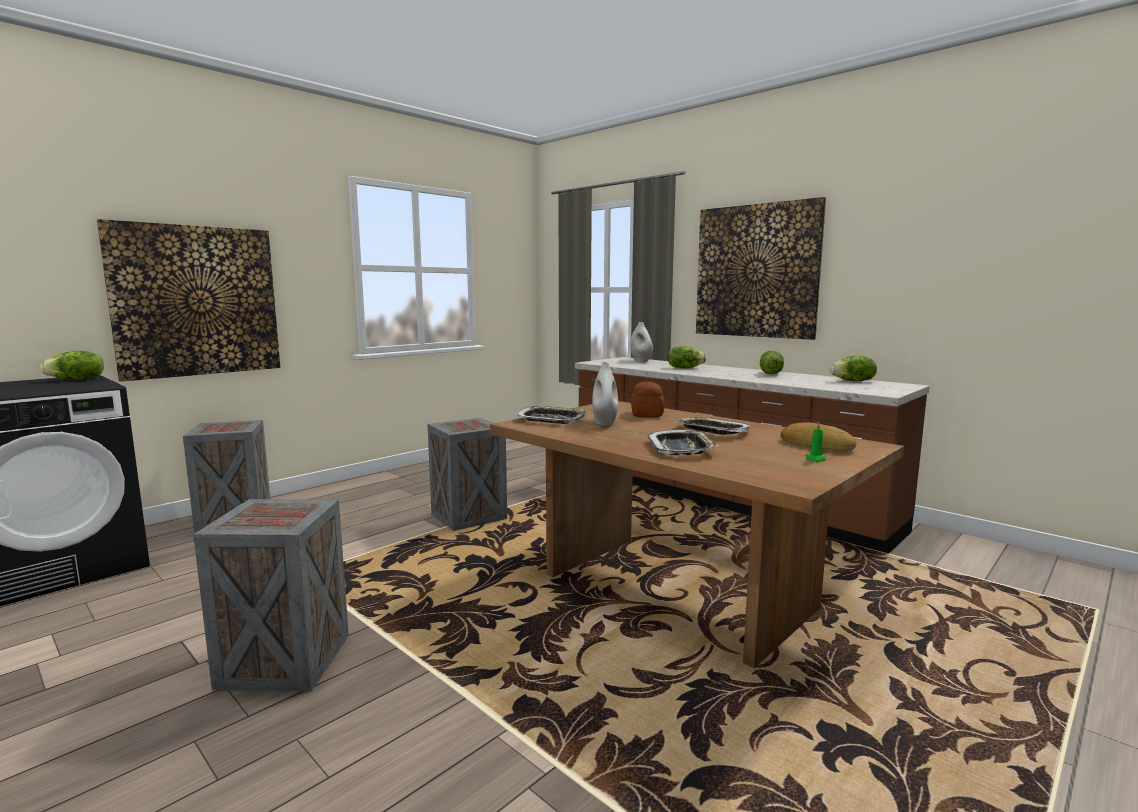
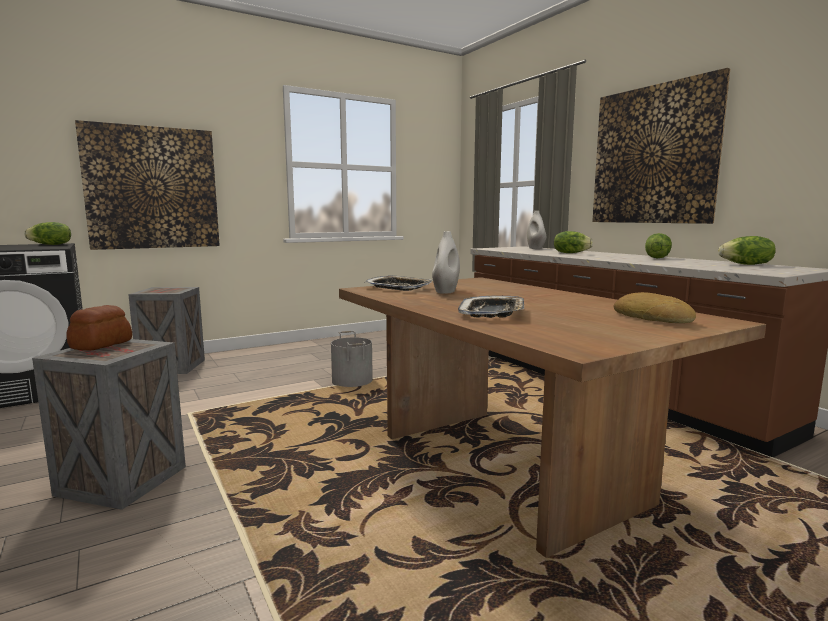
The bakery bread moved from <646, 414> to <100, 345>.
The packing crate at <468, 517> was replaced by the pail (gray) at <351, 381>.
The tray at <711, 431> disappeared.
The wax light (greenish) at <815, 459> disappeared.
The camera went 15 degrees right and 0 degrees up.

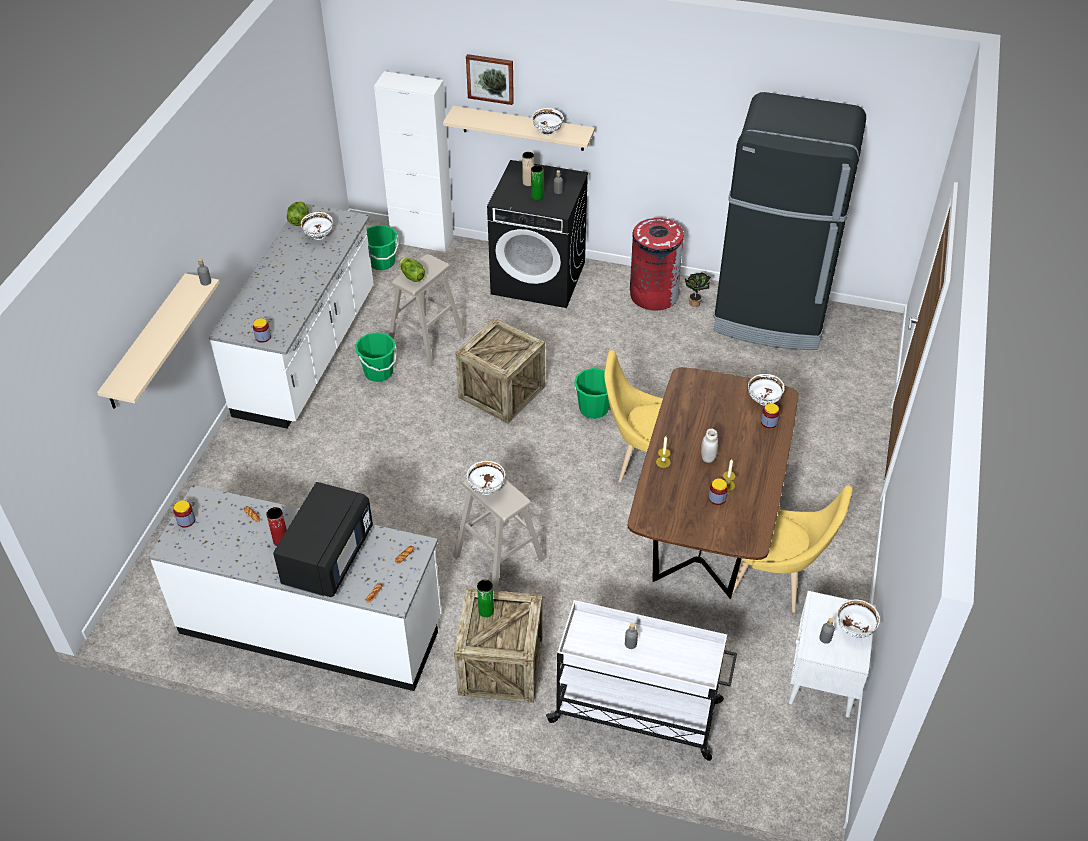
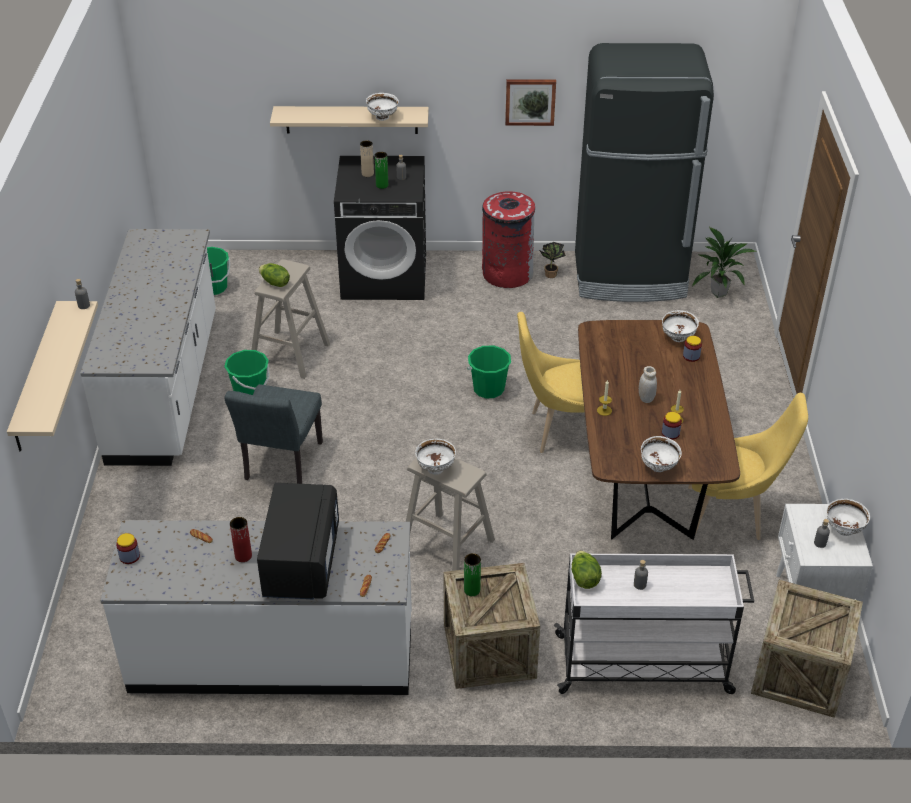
The upright chair (gray) at <281, 465> appeared.
The picture moved from <490, 78> to <530, 101>.
The head of lettuce moved from <299, 220> to <584, 578>.
The serving bowl (white) moved from <319, 236> to <659, 467>.
The houseplant at <718, 293> appeared.
The packing crate moved from <501, 392> to <799, 673>.
The preserve jar at <263, 337> disappeared.
The cupboard (white) at <422, 240> disappeared.
The camera went 15 degrees left and 5 degrees down.

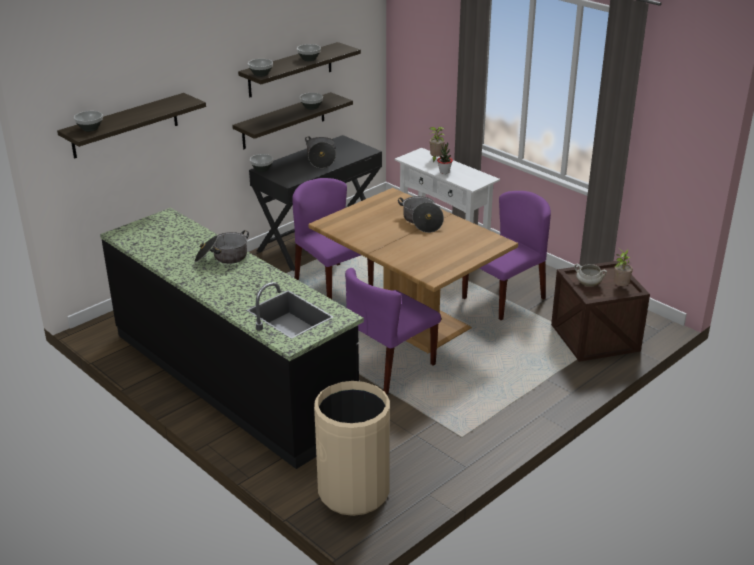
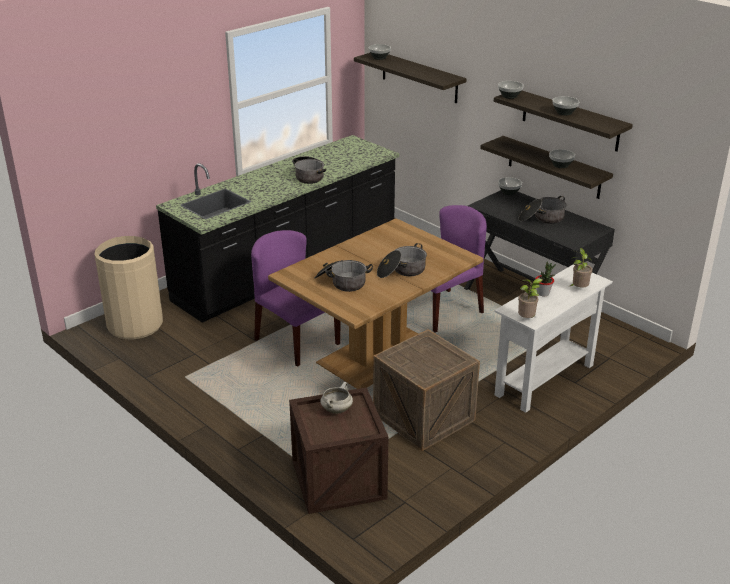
The cooking pot at <341, 282> appeared.
The upright chair (purplish) at <503, 298> was replaced by the packing crate at <424, 417>.
The houseplant moved from <620, 287> to <527, 319>.
The camera went 90 degrees right and 0 degrees up.

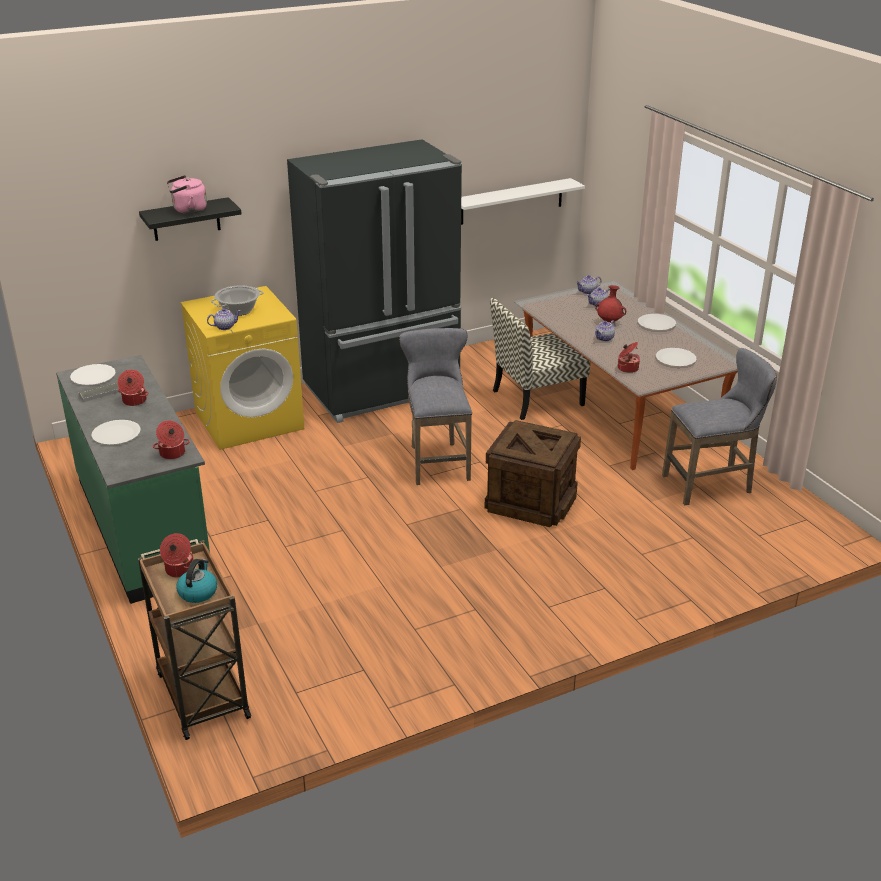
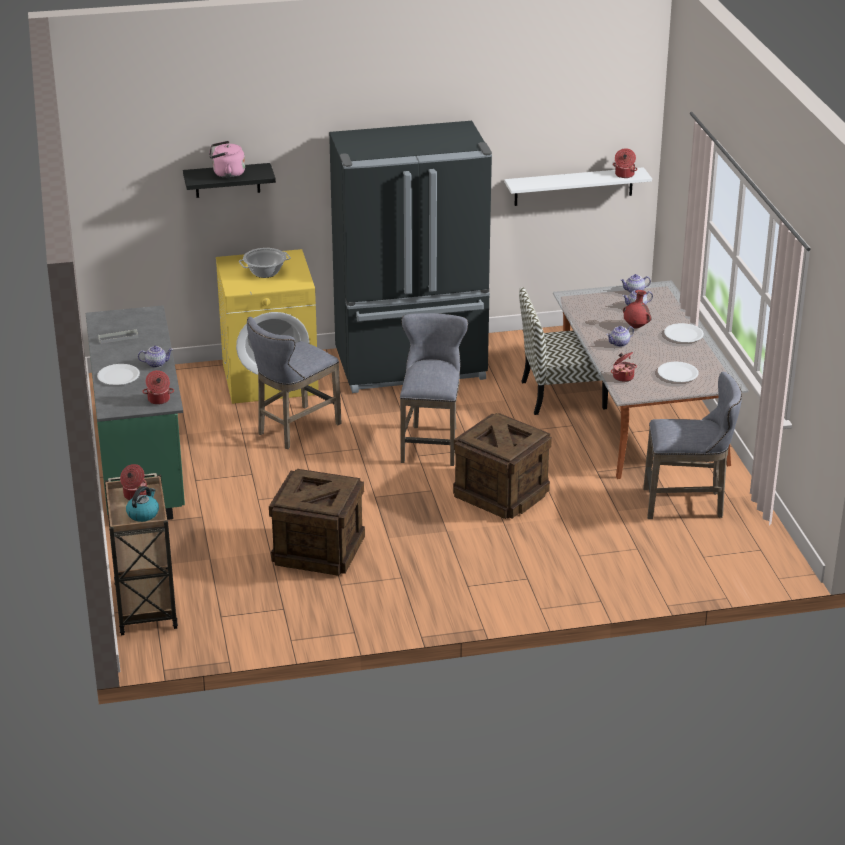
The teapot moved from <225, 327> to <156, 364>.
The stool seat (gray) at <294, 430> appeared.
The packing crate at <319, 550> appeared.
The cooking pot moved from <134, 401> to <624, 175>.
The dinner plate (white) at <93, 376> disappeared.
The camera went 15 degrees right and 0 degrees up.

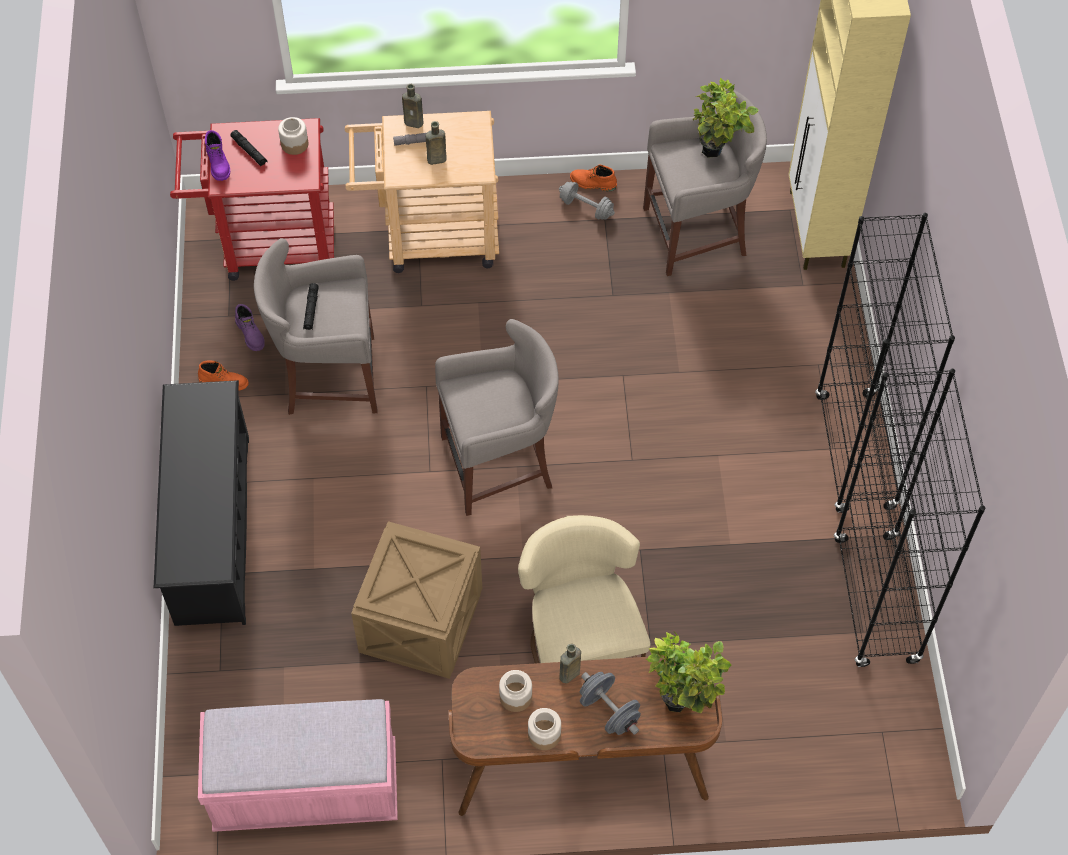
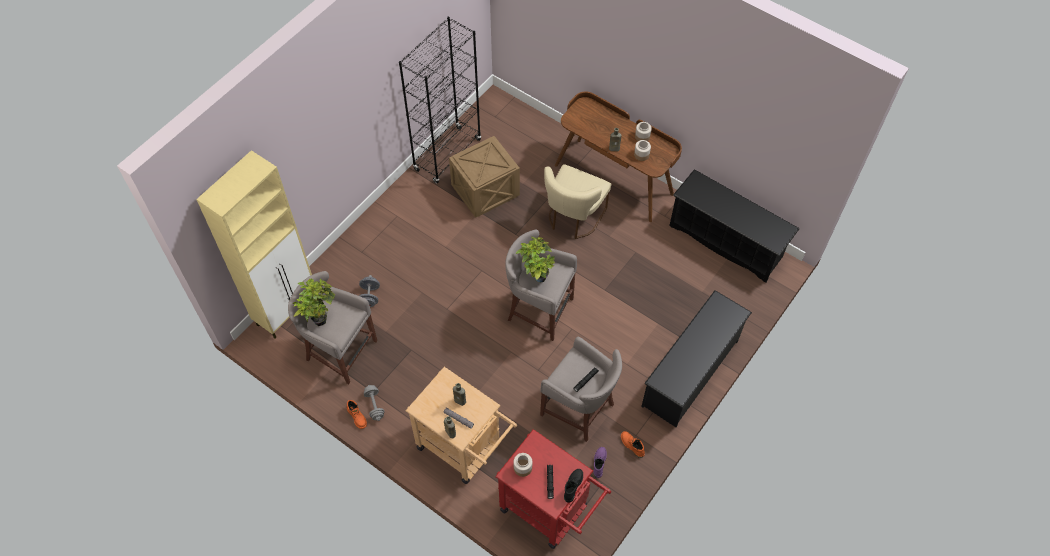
The hand weight (gray) moved from <609, 711> to <370, 297>.
The packing crate moved from <420, 623> to <486, 190>.
The houseplant moved from <683, 700> to <536, 276>.
The tall boot (purplish) at <219, 163> became the tall boot (black-coloured) at <572, 485>.
The long seat (pink) at <306, 788> was replaced by the shoe shelf (black-coloured) at <726, 241>.
The bookcase (black-coloured) at <855, 453> disappeared.
The camera went 140 degrees left and 0 degrees up.

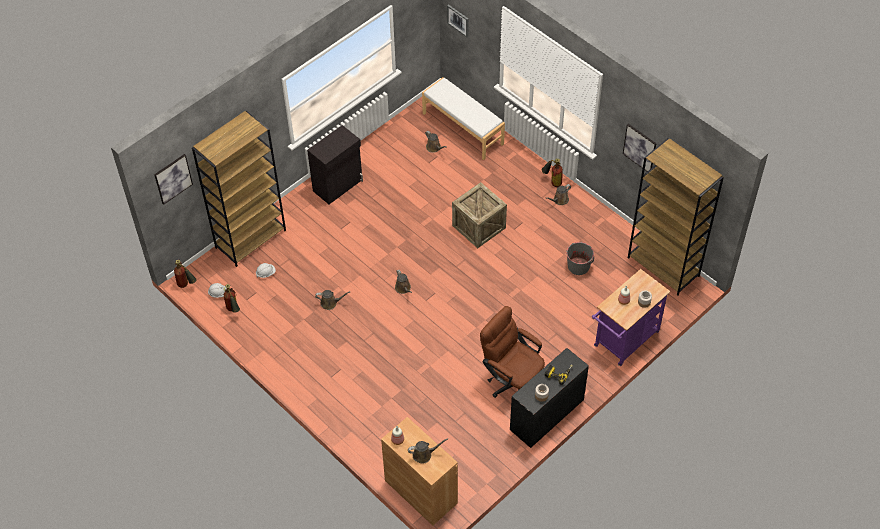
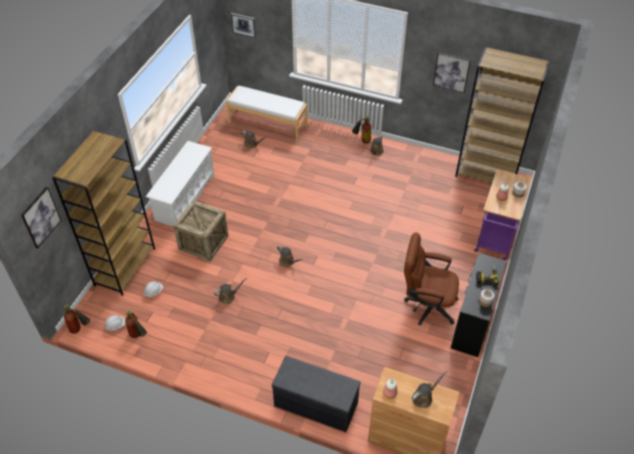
The cupboard (black-coloured) at <338, 185> was replaced by the shoe shelf (white) at <185, 197>.
The packing crate moved from <479, 227> to <203, 242>.
The long seat (gray) at <315, 404> appeared.
The pail (gray) at <579, 266> disappeared.
The camera went 25 degrees left and 5 degrees down.

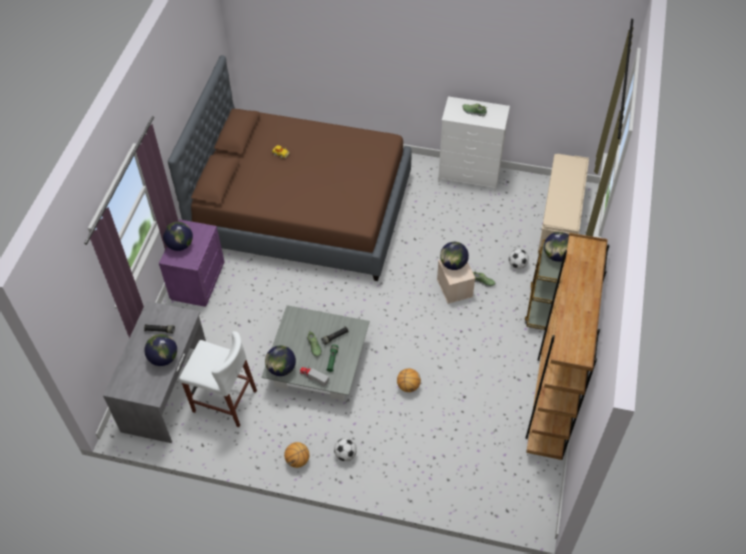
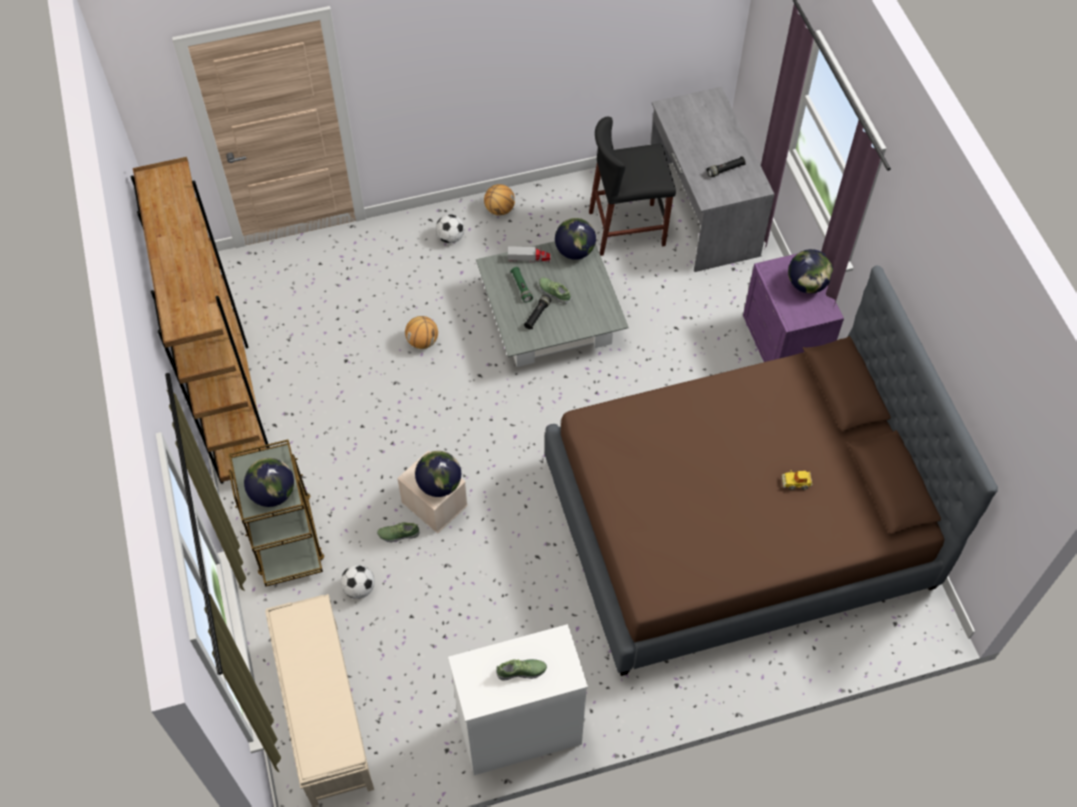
The stool seat (white) at <224, 401> became the stool seat (black-coloured) at <627, 228>.
The globe at <164, 358> disappeared.
The camera went 150 degrees right and 5 degrees up.

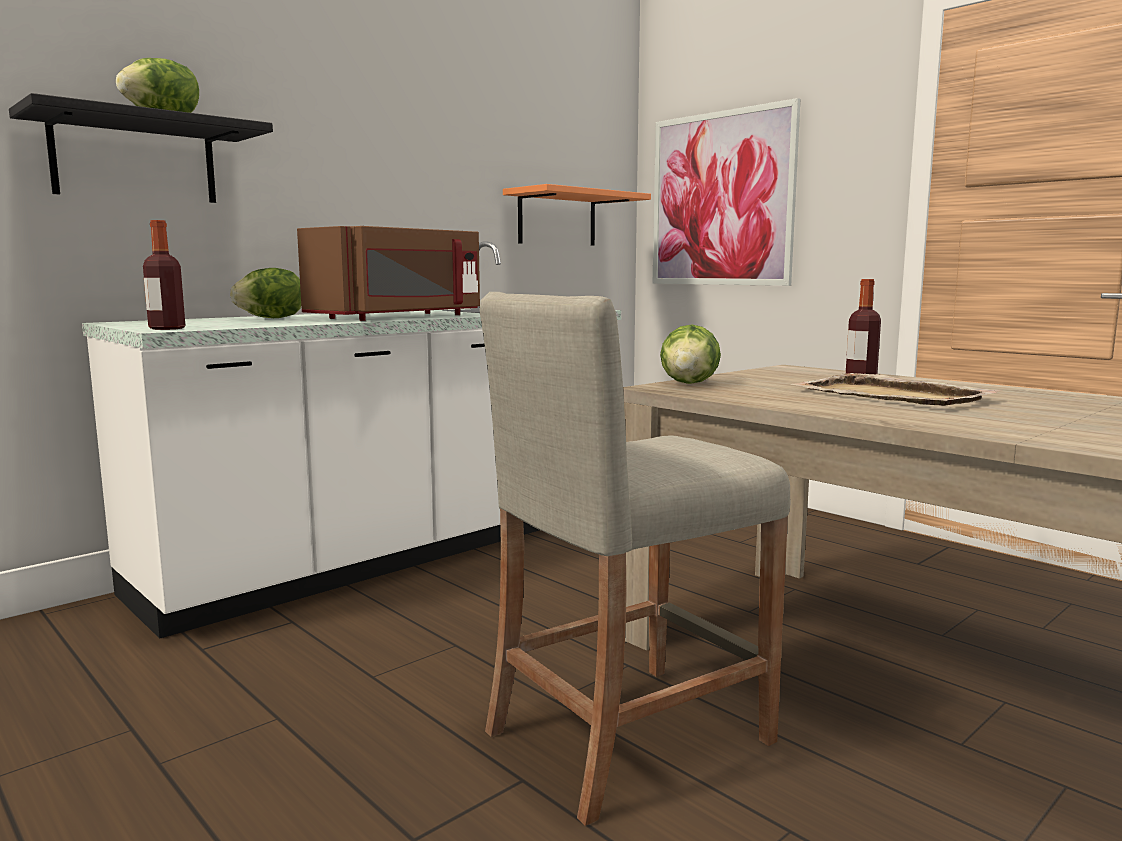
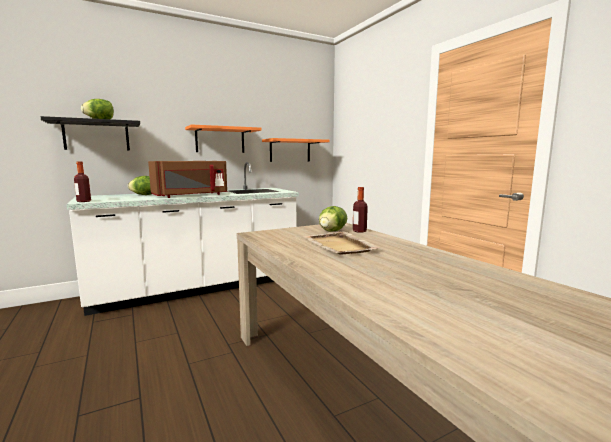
The bracket shelf (orange-coloured) at <220, 140> appeared.
The head of lettuce moved from <689, 384> to <332, 231>.
The stool seat (beige) at <627, 735> disappeared.
The picture at <721, 199> disappeared.
The camera went 15 degrees right and 0 degrees up.

